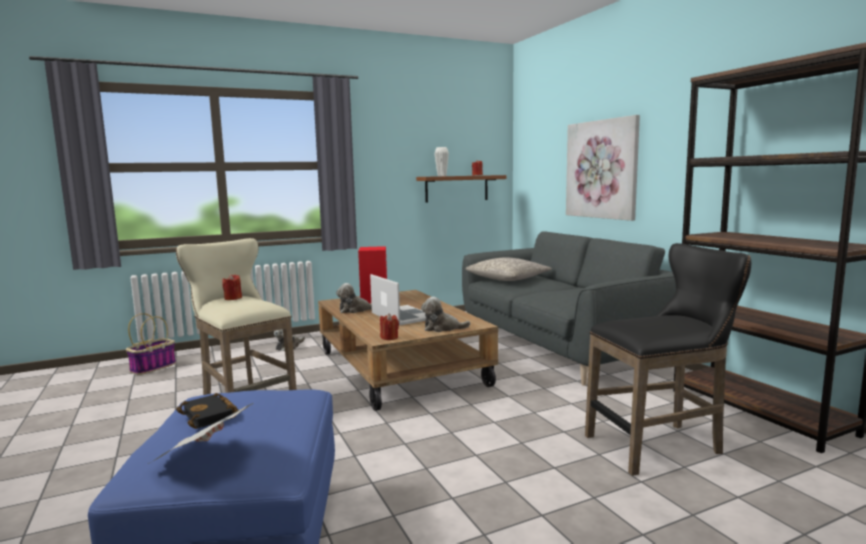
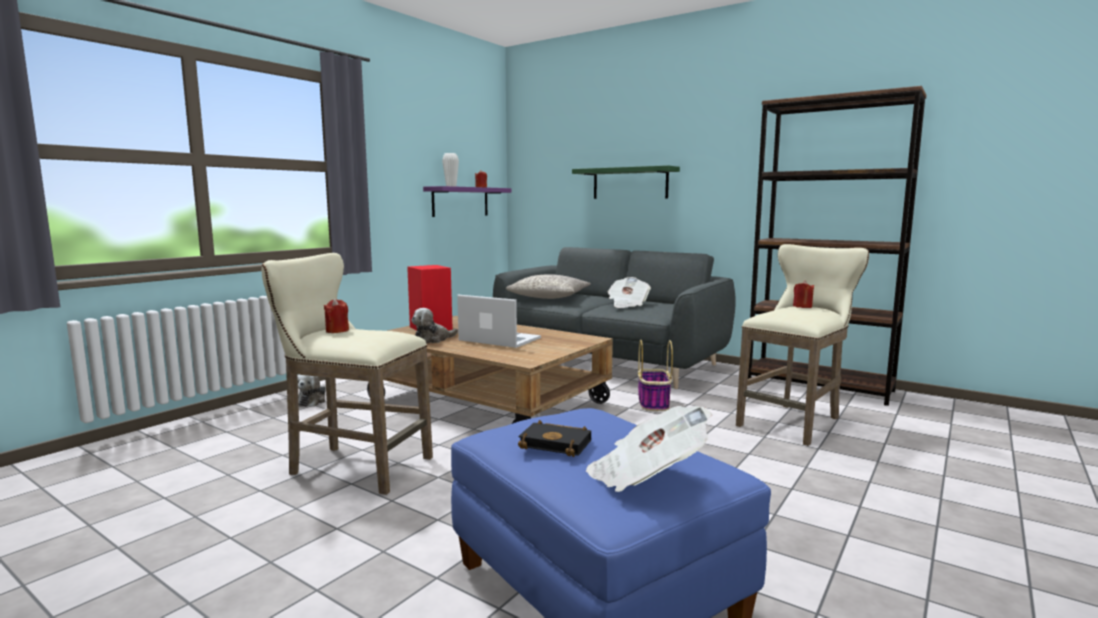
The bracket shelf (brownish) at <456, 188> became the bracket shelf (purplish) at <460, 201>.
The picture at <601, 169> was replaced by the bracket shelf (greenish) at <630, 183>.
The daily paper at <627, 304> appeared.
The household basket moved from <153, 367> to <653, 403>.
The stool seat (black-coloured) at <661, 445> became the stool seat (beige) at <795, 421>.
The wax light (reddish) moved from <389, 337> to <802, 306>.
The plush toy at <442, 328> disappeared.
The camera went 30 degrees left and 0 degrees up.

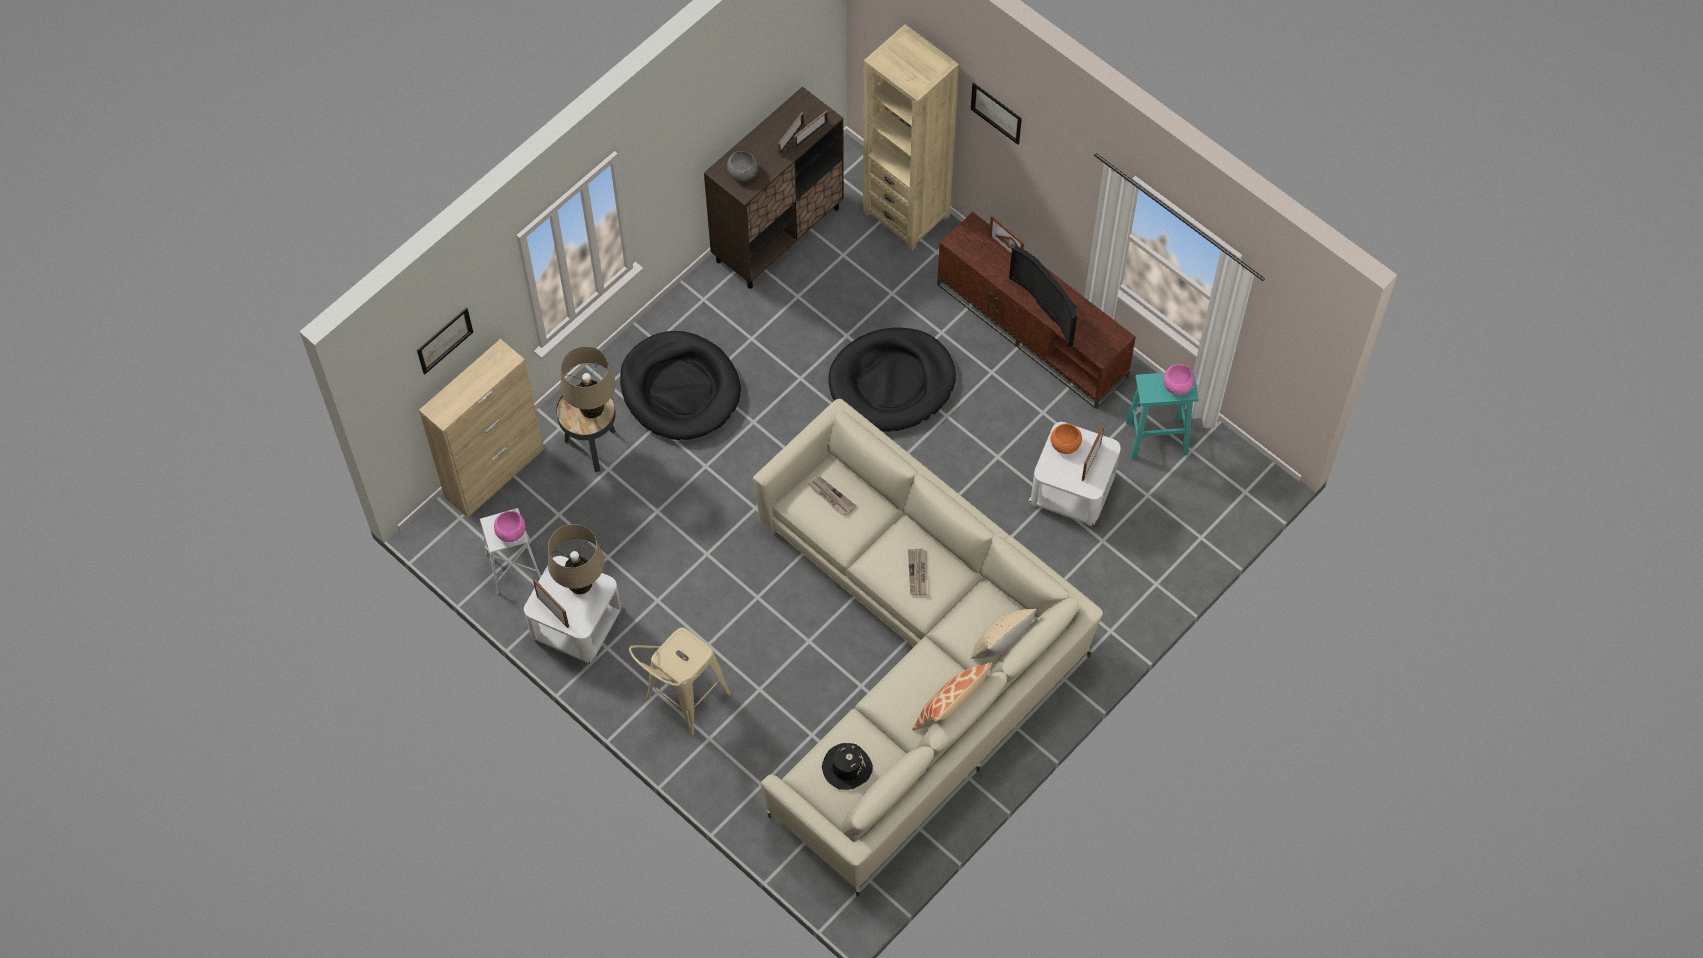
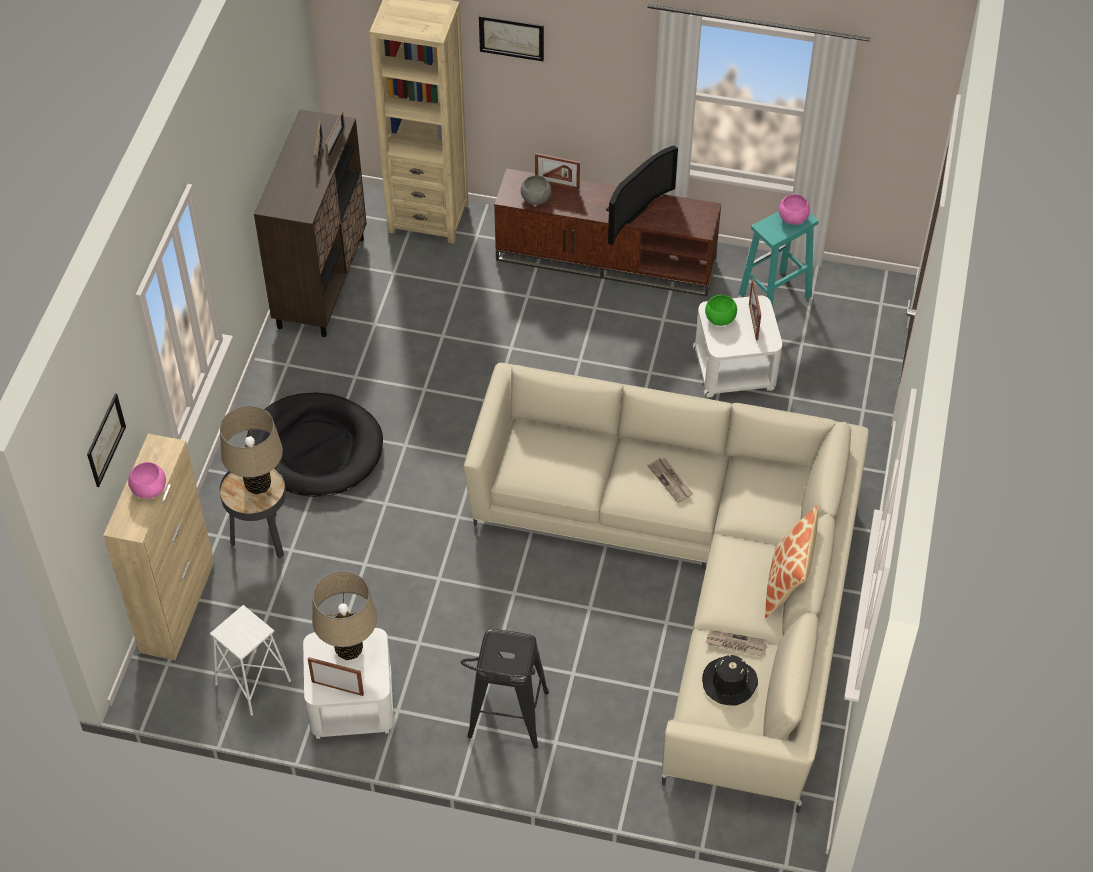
The serving bowl (pink) moved from <510, 532> to <149, 489>.
The stool seat (beige) at <682, 702> became the stool seat (black-coloured) at <506, 723>.
The serving bowl (gray) moved from <742, 172> to <536, 198>.
The television at <1051, 306> turned 75 degrees counterclockwise.
The serving bowl (orange-coloured) at <1065, 444> became the serving bowl (greenish) at <720, 318>.
The daily paper moved from <831, 497> to <735, 644>.
The dog cushion (black-coloured) at <892, 382> disappeared.
The pillow (beige) at <1001, 646> disappeared.
The camera went 30 degrees left and 10 degrees down.

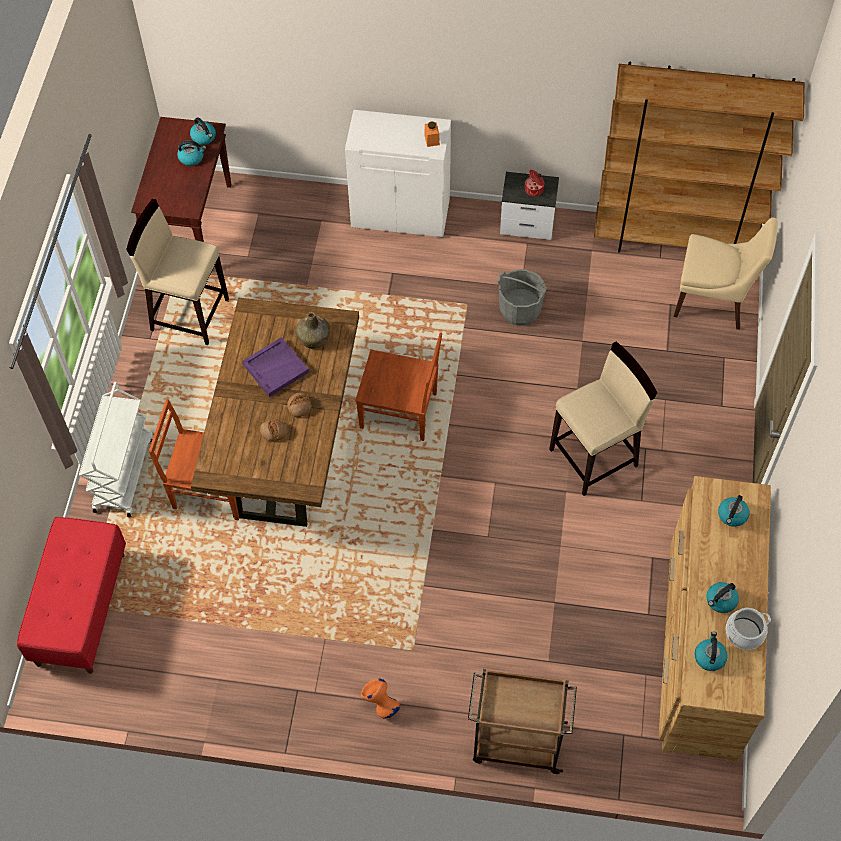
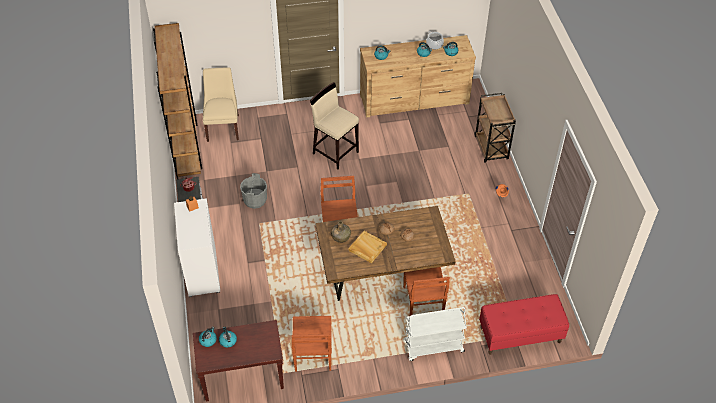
The stool seat (beige) at <189, 314> was replaced by the upright chair (brownish) at <312, 354>.
The tray (purplish) at <276, 368> became the tray (beige) at <367, 247>.
The camera went 110 degrees left and 10 degrees down.

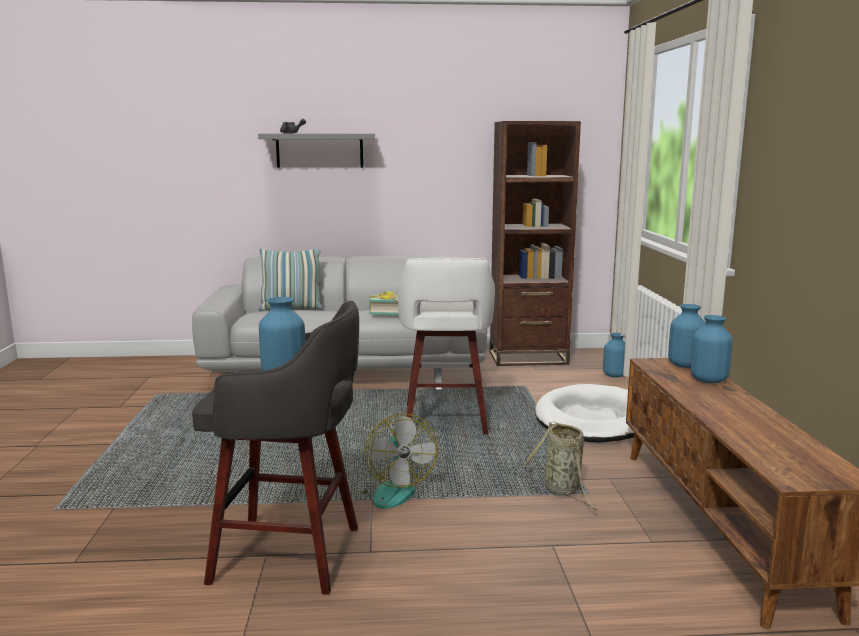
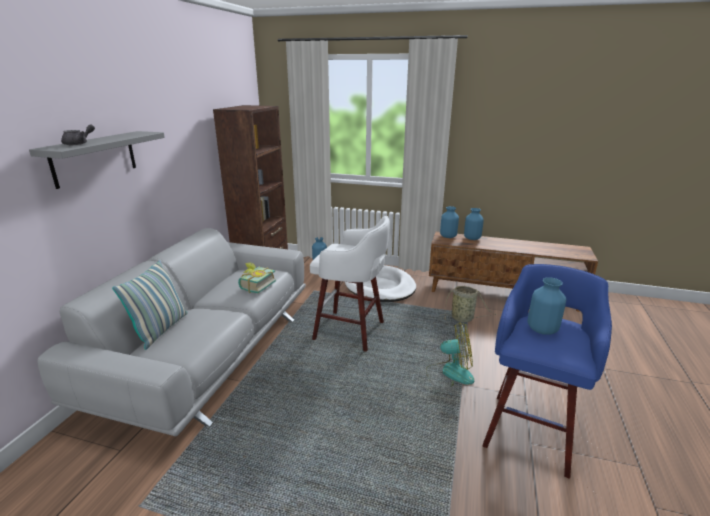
The stool seat (gray) at <292, 555> became the stool seat (blue-coloured) at <530, 430>.
The camera went 70 degrees left and 10 degrees up.

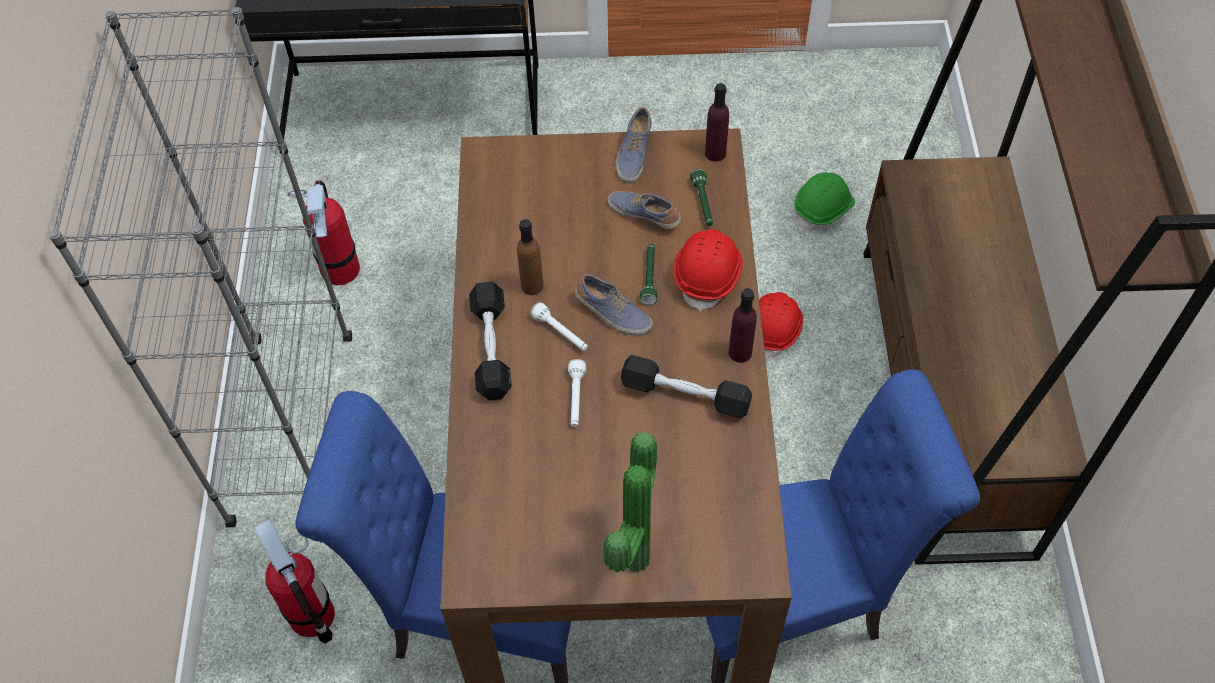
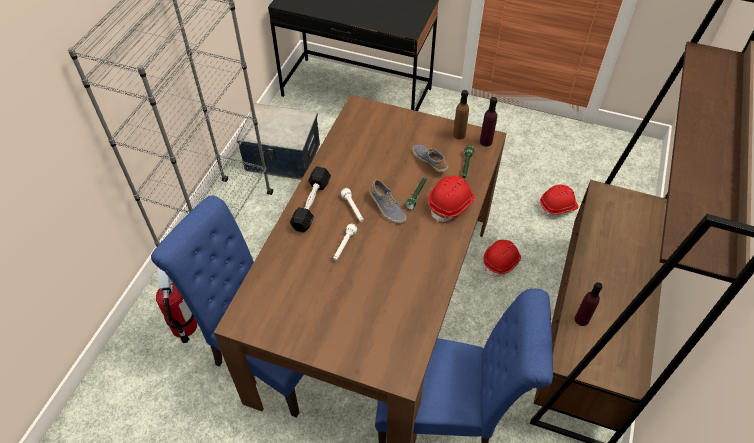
The fire-fighting cylinder at <340, 269> was replaced by the storage box at <283, 158>.
The bottle (brownish) moved from <532, 285> to <459, 135>.
The hard hat (greenish) at <823, 209> became the hard hat (reddish) at <558, 206>.
The bottle (purplish) moved from <740, 352> to <581, 319>.
The houseplant at <631, 559> disappeared.
The low shoe at <633, 154> disappeared.
The hand weight (black-coloured) at <685, 395> disappeared.
The camera went 20 degrees right and 5 degrees down.

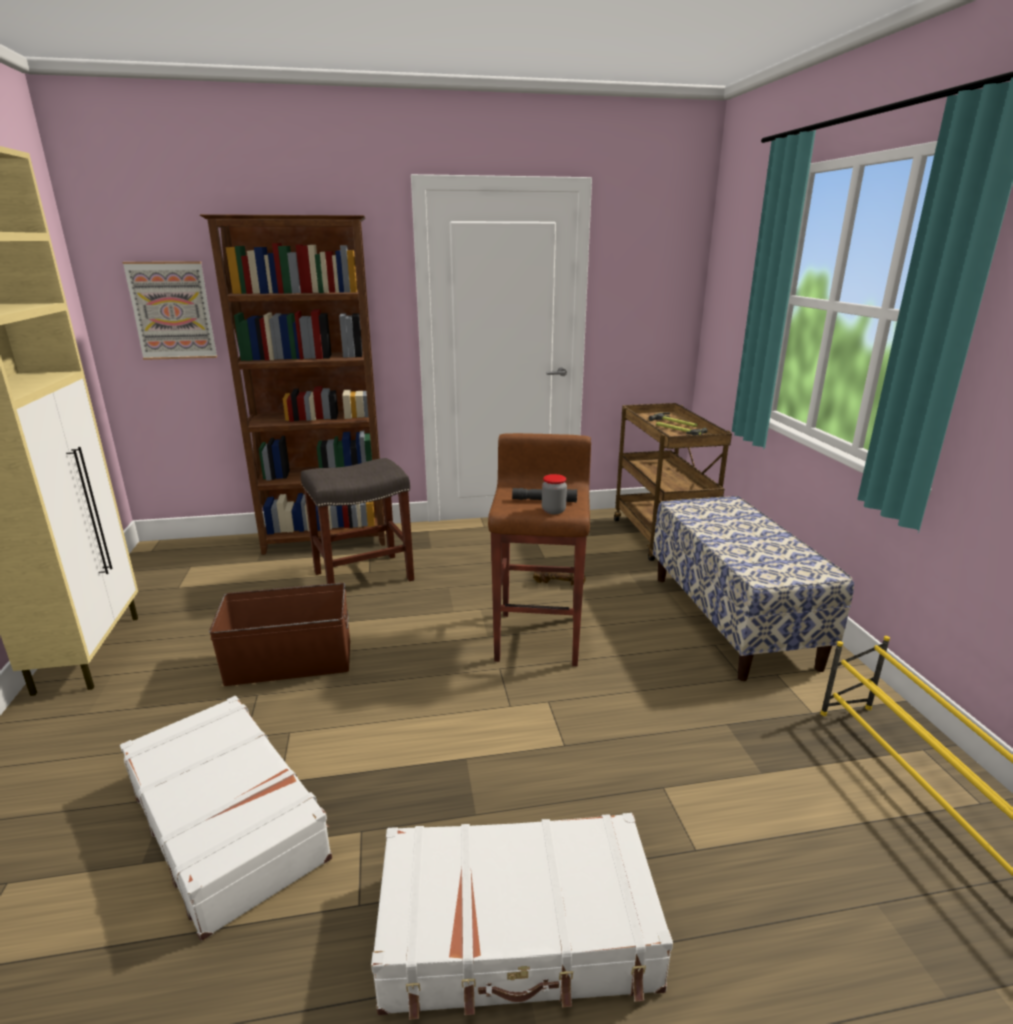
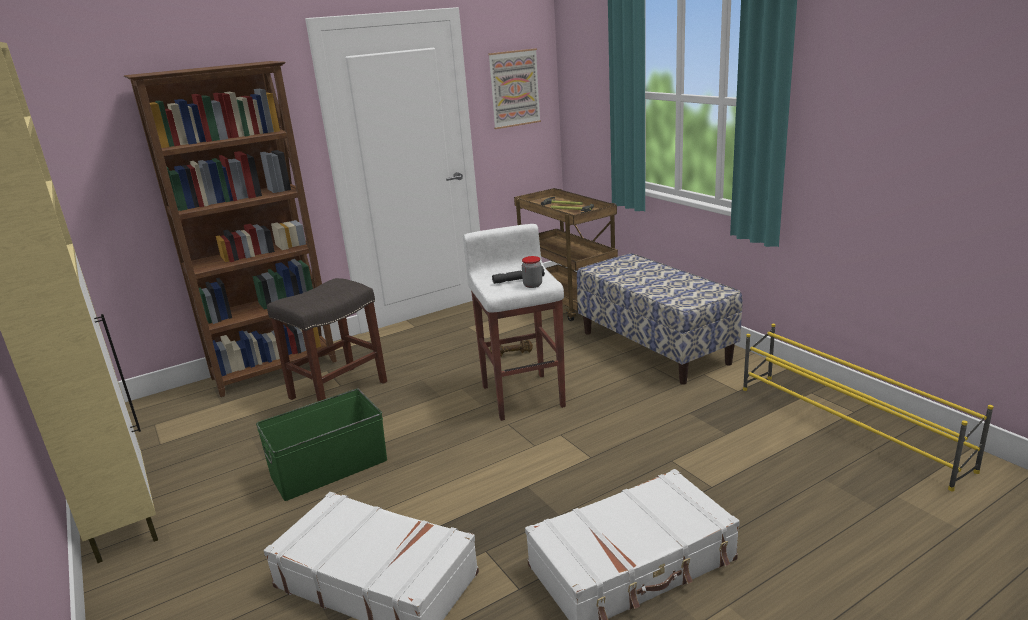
The storage box (brownish) at <289, 661> became the storage box (greenish) at <328, 468>.
The stool seat (brownish) at <539, 637> became the stool seat (white) at <523, 395>.
The picture moved from <172, 311> to <514, 88>.
The camera went 20 degrees left and 0 degrees up.

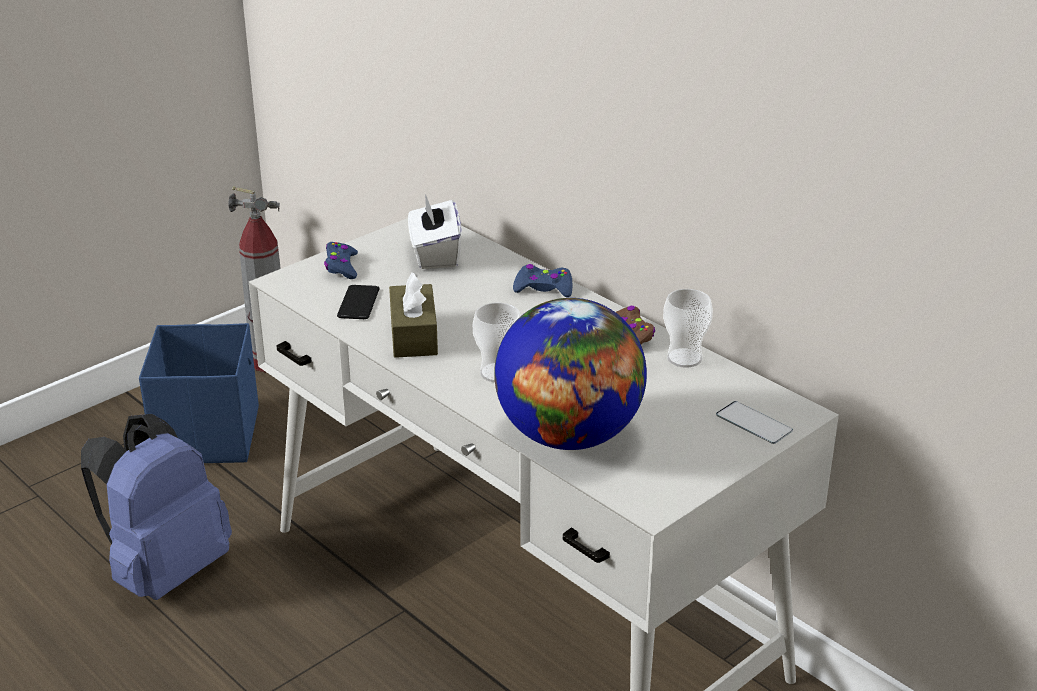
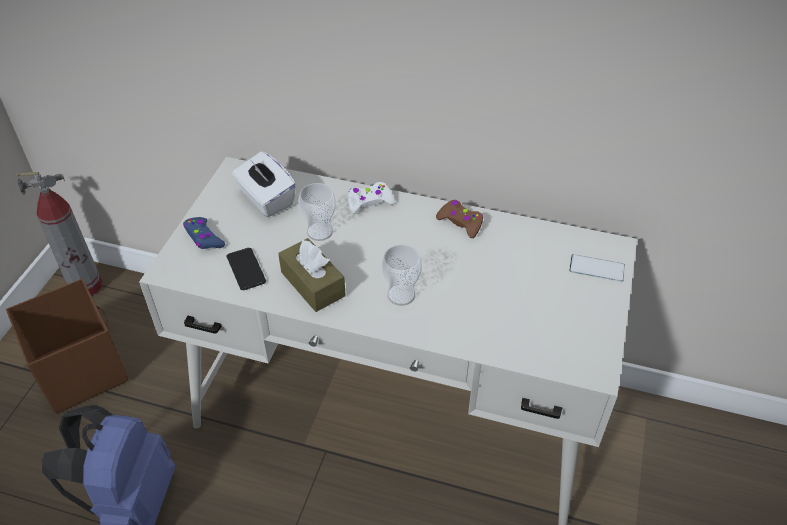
The storage box (blue-coloured) at <209, 434> became the storage box (brownish) at <81, 369>.
The cup moved from <684, 358> to <319, 231>.
The game controller (blue-coloured) at <543, 288> became the game controller (white) at <369, 202>.
The globe at <569, 435> disappeared.
The camera went 30 degrees left and 15 degrees up.

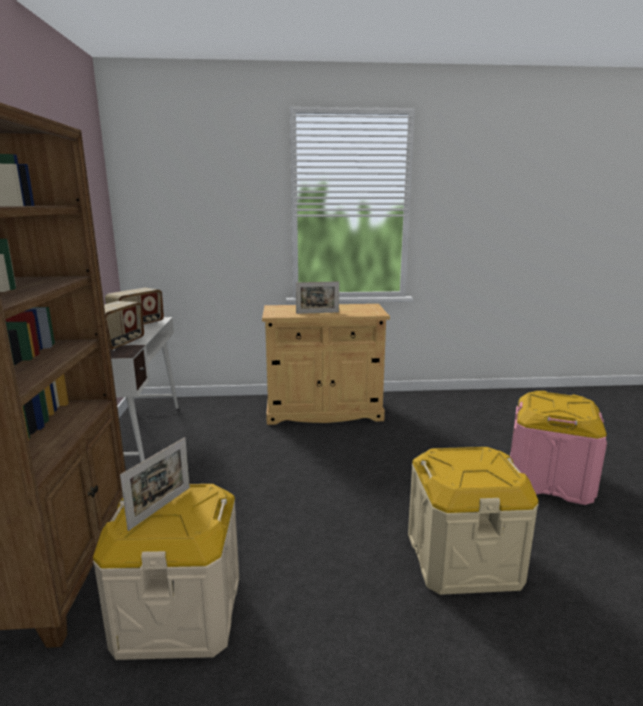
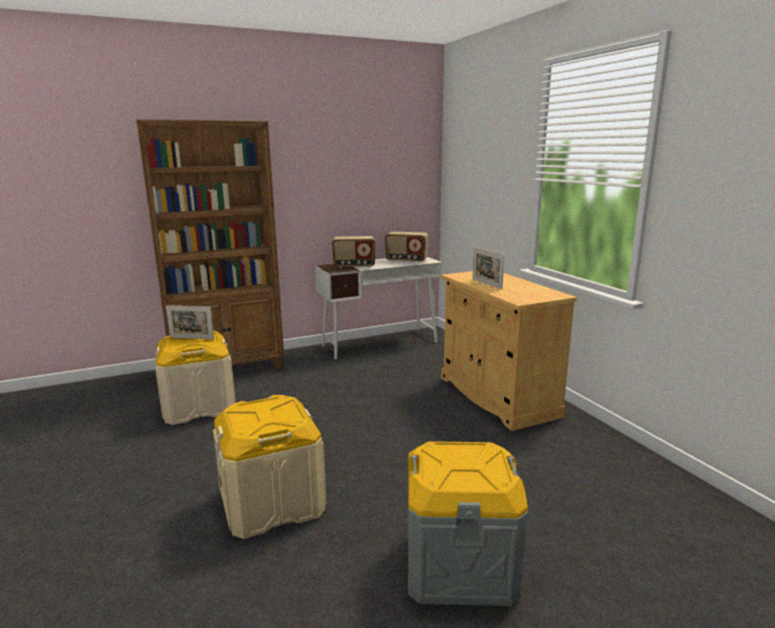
The storage box (pink) at <549, 480> became the storage box (gray) at <460, 564>.
The camera went 70 degrees right and 0 degrees up.

